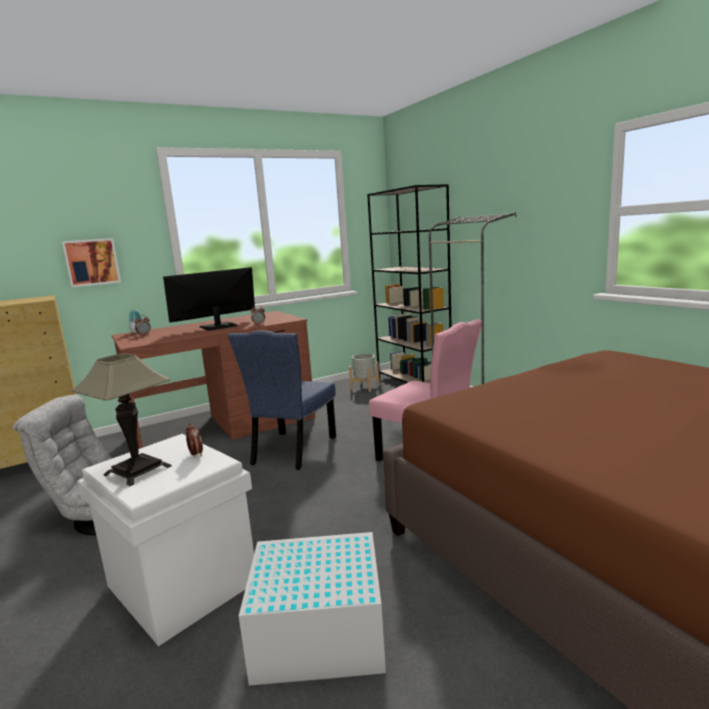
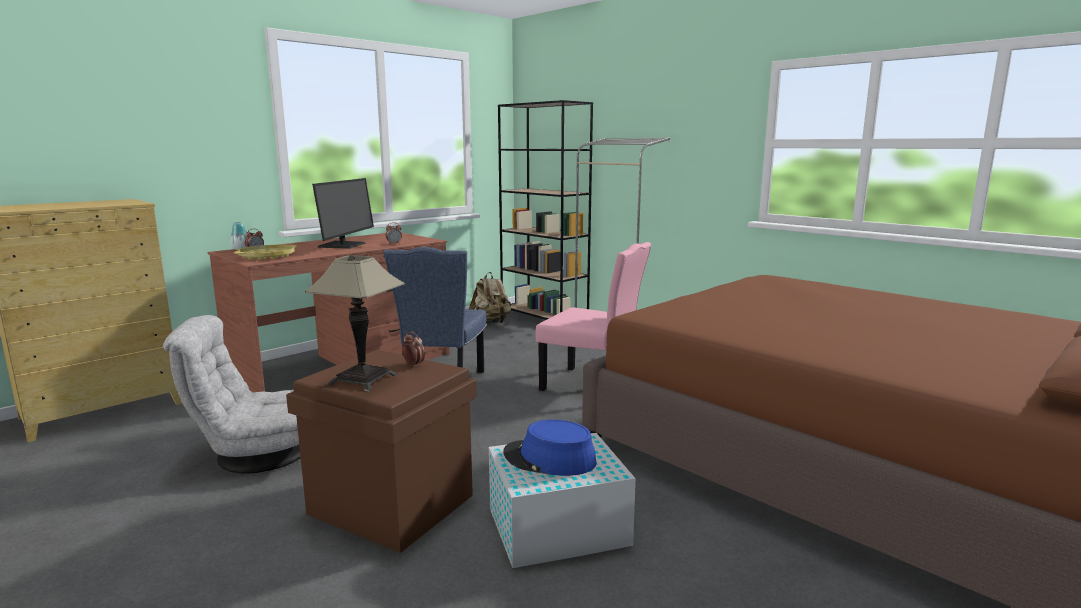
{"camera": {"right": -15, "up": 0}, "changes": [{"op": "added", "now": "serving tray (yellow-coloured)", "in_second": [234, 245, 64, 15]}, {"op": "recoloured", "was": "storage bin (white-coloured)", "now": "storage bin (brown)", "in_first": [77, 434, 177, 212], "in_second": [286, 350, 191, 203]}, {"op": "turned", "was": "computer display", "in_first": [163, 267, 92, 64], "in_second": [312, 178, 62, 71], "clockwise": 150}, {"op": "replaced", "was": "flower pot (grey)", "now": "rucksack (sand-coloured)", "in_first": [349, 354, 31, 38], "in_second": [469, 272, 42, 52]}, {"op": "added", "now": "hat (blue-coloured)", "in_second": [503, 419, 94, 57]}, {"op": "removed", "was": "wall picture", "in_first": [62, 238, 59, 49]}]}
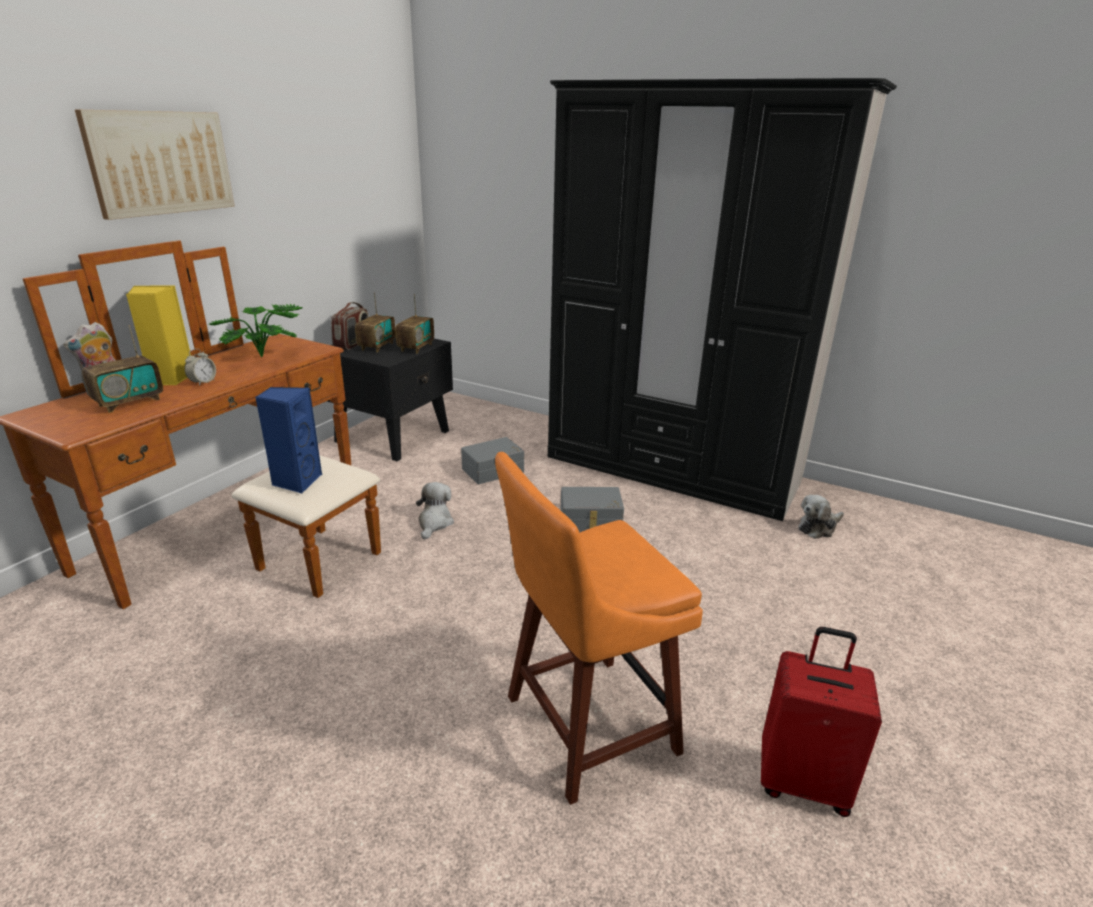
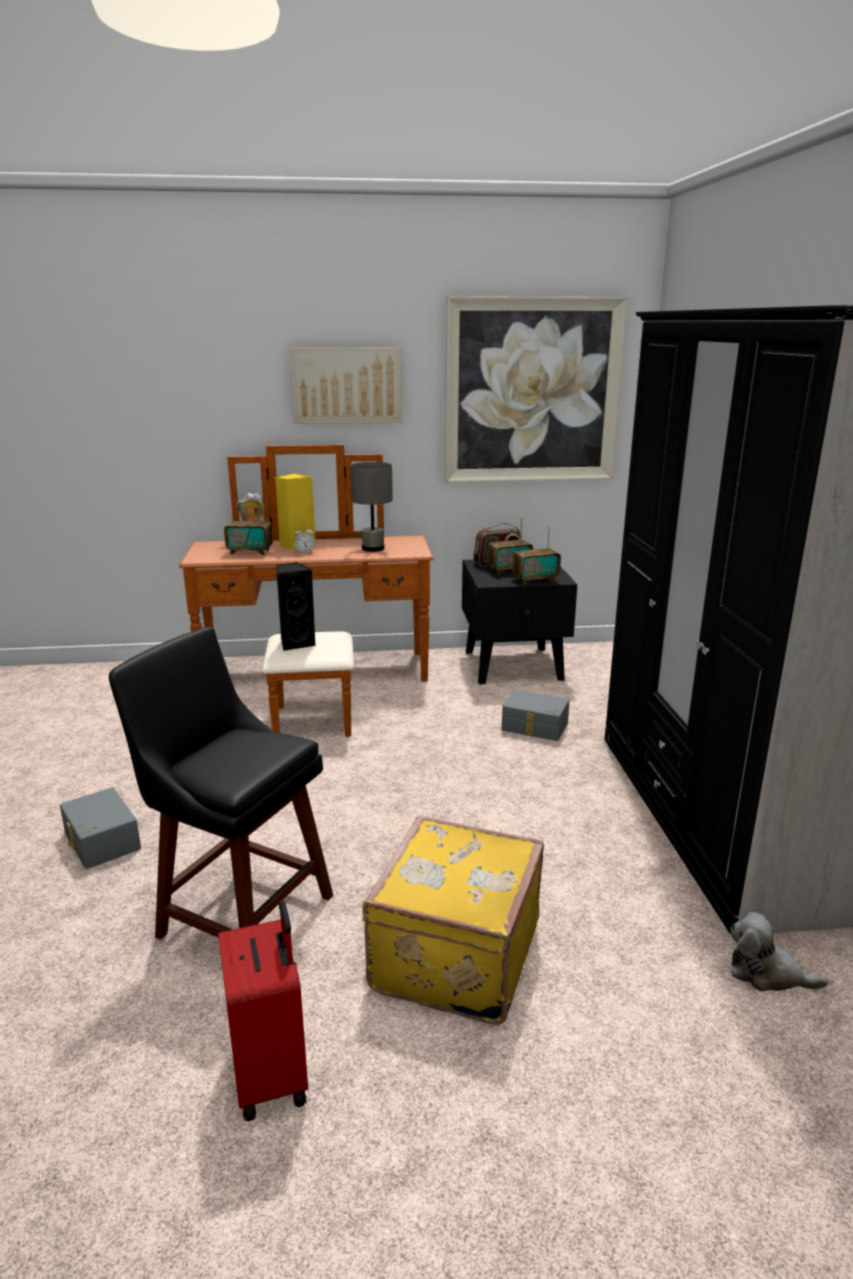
{"camera": {"right": 55, "up": -5}, "changes": [{"op": "moved", "was": "storage bin (grey)", "in_first": [560, 487, 64, 45], "in_second": [60, 787, 81, 82]}, {"op": "recoloured", "was": "plain chair (orange-coloured)", "now": "plain chair (black)", "in_first": [495, 452, 208, 353], "in_second": [109, 627, 224, 313]}, {"op": "recoloured", "was": "loudspeaker (blue-coloured)", "now": "loudspeaker (black)", "in_first": [255, 387, 67, 107], "in_second": [276, 562, 40, 89]}, {"op": "replaced", "was": "plant in a pot", "now": "tabletop lamp (grey)", "in_first": [209, 304, 94, 53], "in_second": [350, 462, 43, 90]}, {"op": "added", "now": "suitcase (yellow-coloured)", "in_second": [362, 815, 182, 210]}, {"op": "added", "now": "wall picture", "in_second": [445, 296, 183, 187]}, {"op": "removed", "was": "plush toy", "in_first": [416, 482, 38, 58]}]}
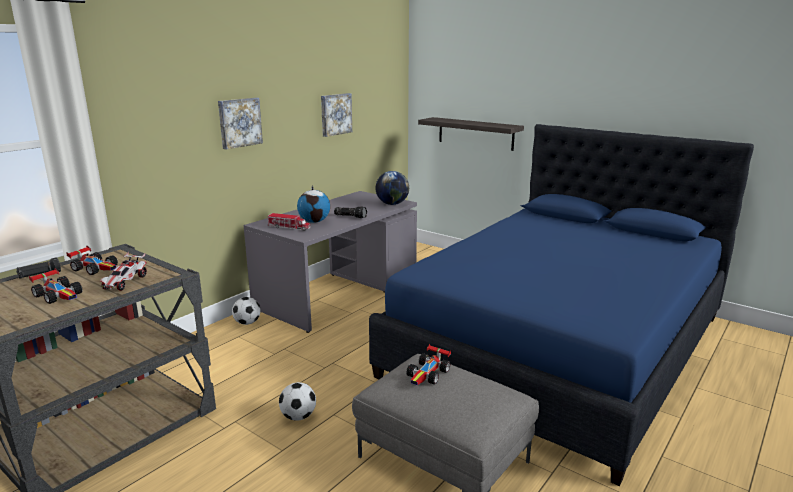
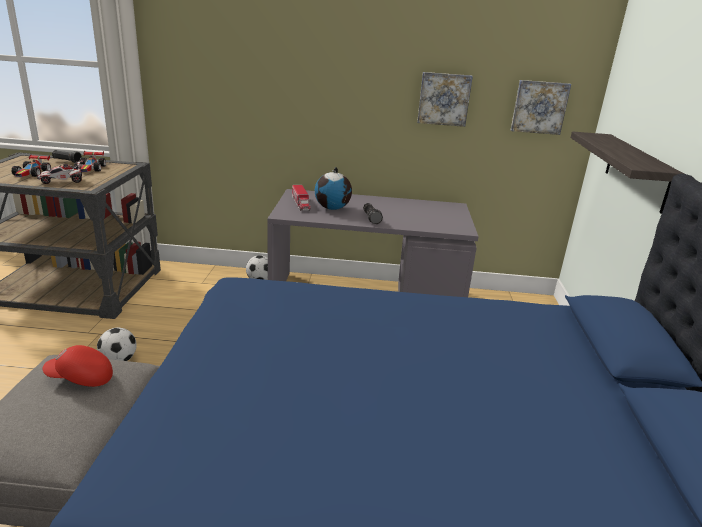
{"camera": {"right": 55, "up": 5}, "changes": [{"op": "replaced", "was": "toy car", "now": "cap (reddish)", "in_first": [406, 344, 45, 41], "in_second": [43, 345, 70, 42]}, {"op": "moved", "was": "wall picture", "in_first": [218, 98, 45, 52], "in_second": [511, 80, 60, 55]}, {"op": "removed", "was": "world globe", "in_first": [376, 171, 33, 34]}]}
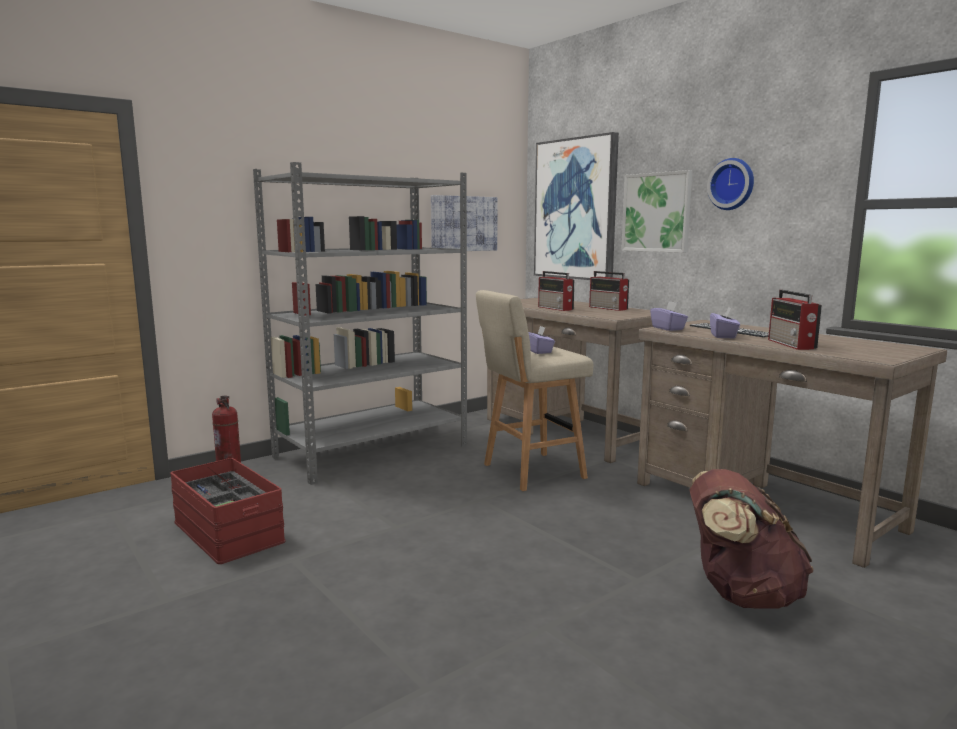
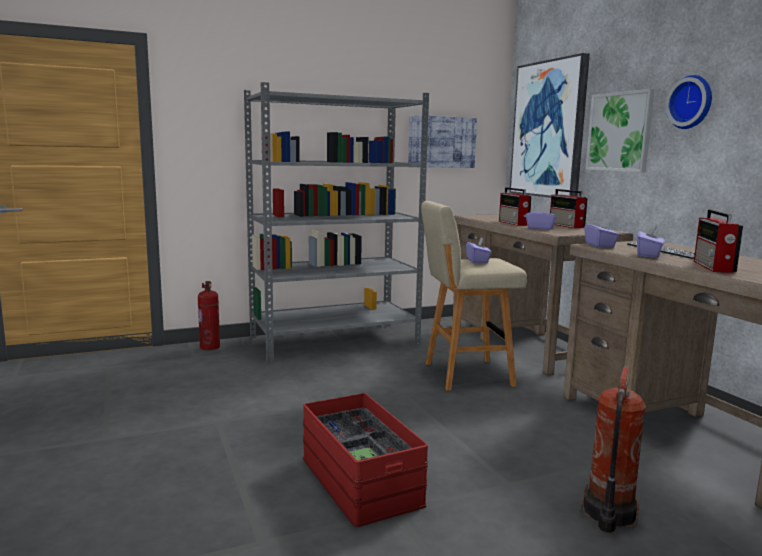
{"camera": {"right": 15, "up": 0}, "changes": [{"op": "moved", "was": "storage bin (reddish)", "in_first": [170, 458, 116, 106], "in_second": [303, 393, 125, 134]}, {"op": "added", "now": "tissue holder (purplish)", "in_second": [526, 206, 31, 24]}, {"op": "replaced", "was": "rucksack (brown)", "now": "extinguisher", "in_first": [689, 469, 125, 140], "in_second": [581, 367, 65, 166]}]}
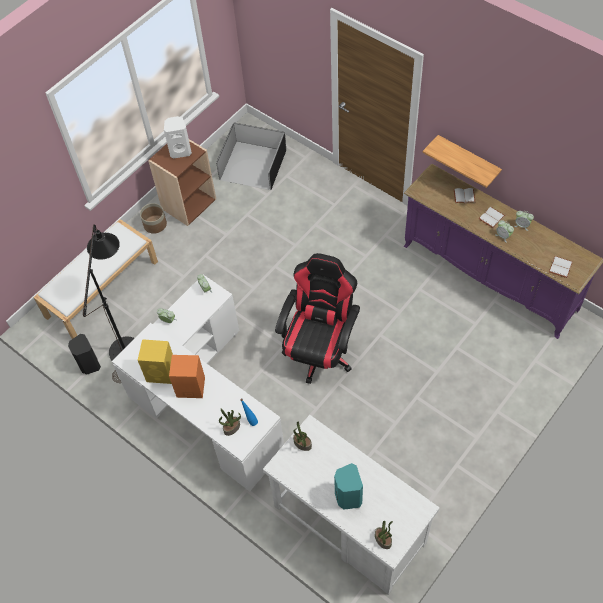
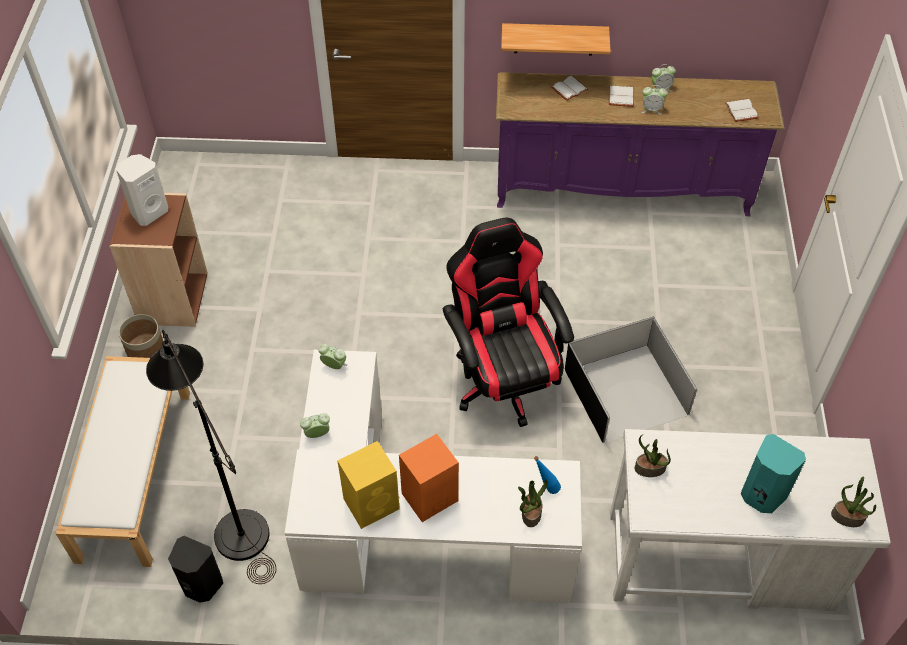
{"camera": {"right": -40, "up": -5}, "changes": [{"op": "moved", "was": "storage bin (black)", "in_first": [216, 123, 70, 67], "in_second": [565, 316, 132, 127]}]}
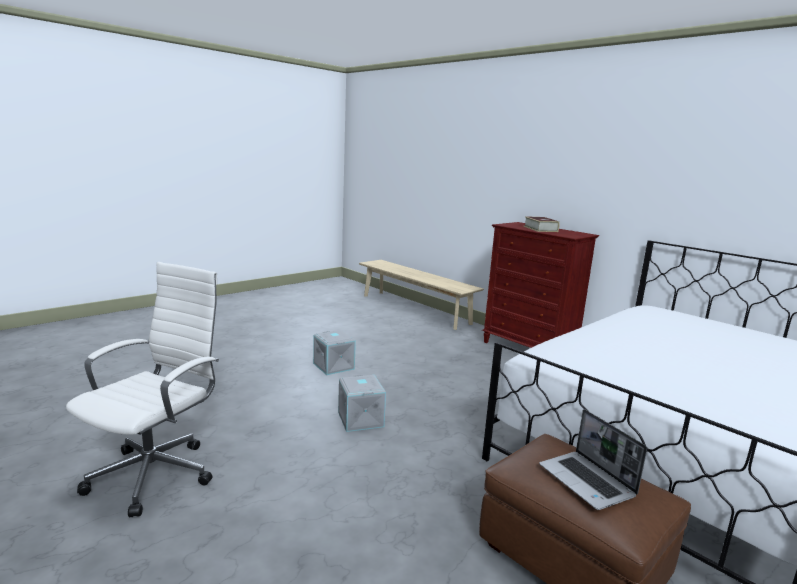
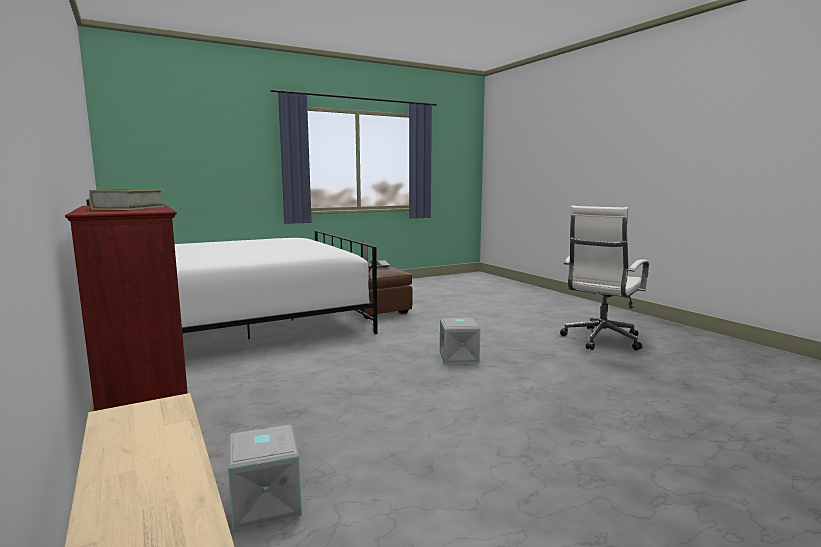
{"camera": {"right": -165, "up": -5}, "changes": [{"op": "moved", "was": "storage bin (grey)", "in_first": [313, 330, 43, 45], "in_second": [228, 425, 74, 106]}]}
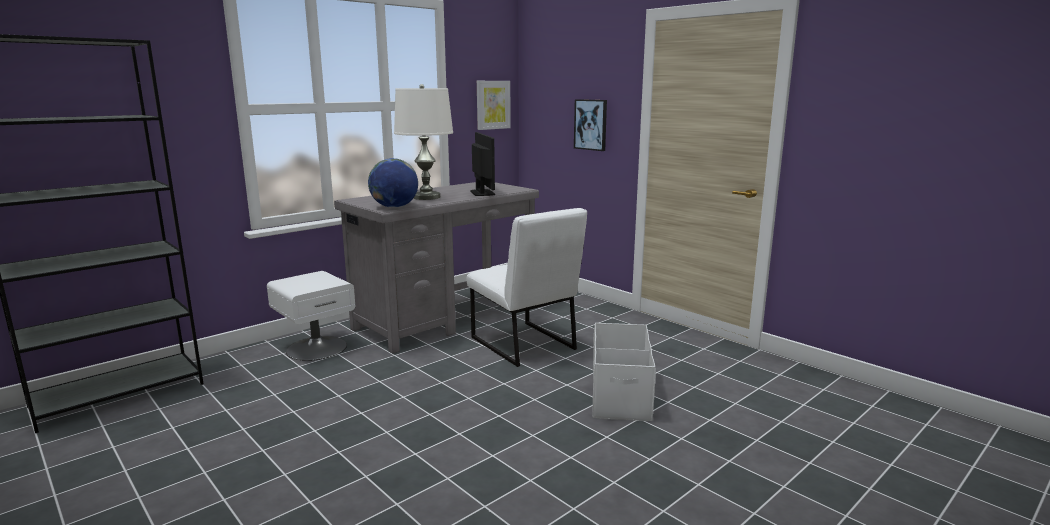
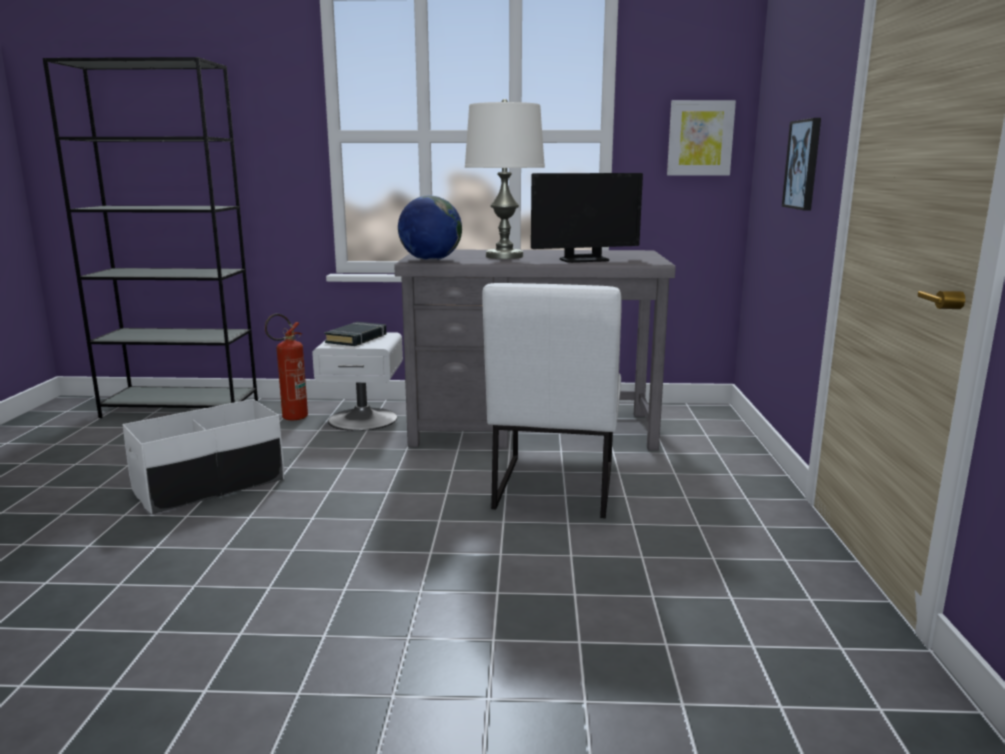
{"camera": {"right": 45, "up": 0}, "changes": [{"op": "moved", "was": "storage bin (white-coloured)", "in_first": [592, 323, 64, 98], "in_second": [122, 399, 162, 115]}, {"op": "added", "now": "extinguisher", "in_second": [265, 313, 43, 107]}, {"op": "added", "now": "volume (black)", "in_second": [324, 322, 63, 24]}, {"op": "turned", "was": "computer display", "in_first": [470, 132, 25, 64], "in_second": [531, 173, 112, 90], "clockwise": 45}]}
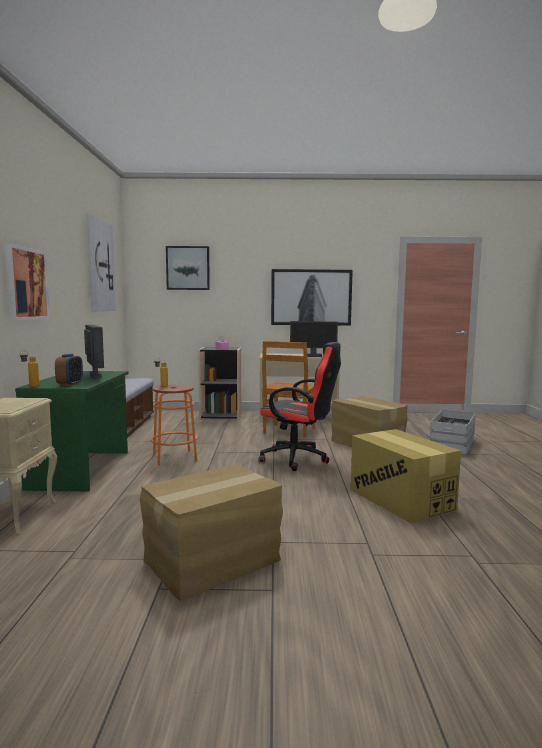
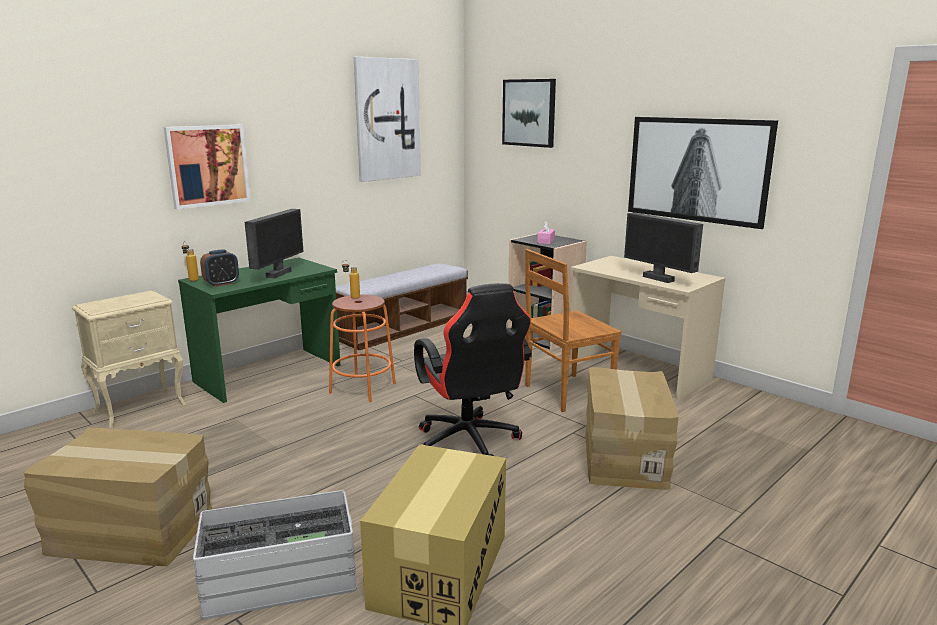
{"camera": {"right": 45, "up": 10}, "changes": [{"op": "moved", "was": "storage bin (grey)", "in_first": [430, 410, 46, 45], "in_second": [193, 490, 164, 130]}]}
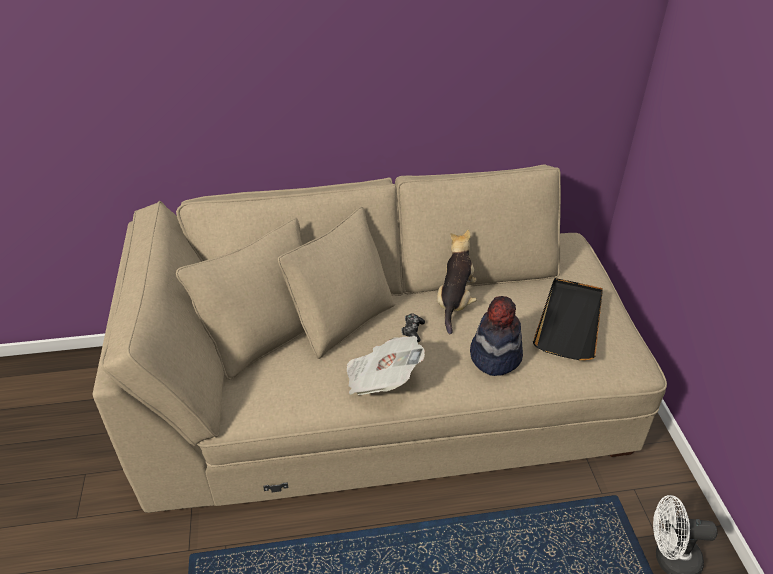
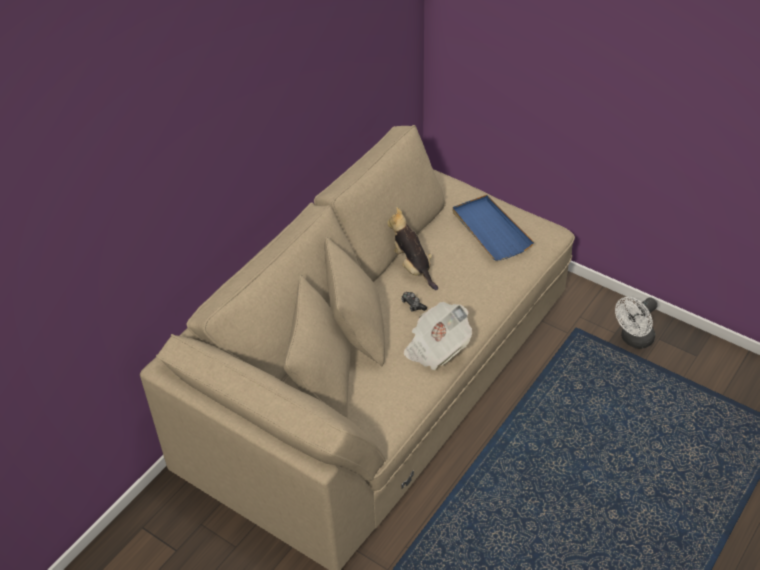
{"camera": {"right": -45, "up": 5}, "changes": [{"op": "recoloured", "was": "serving tray (black)", "now": "serving tray (blue-coloured)", "in_first": [533, 278, 70, 82], "in_second": [452, 195, 82, 65]}, {"op": "removed", "was": "hat", "in_first": [470, 296, 53, 80]}]}
